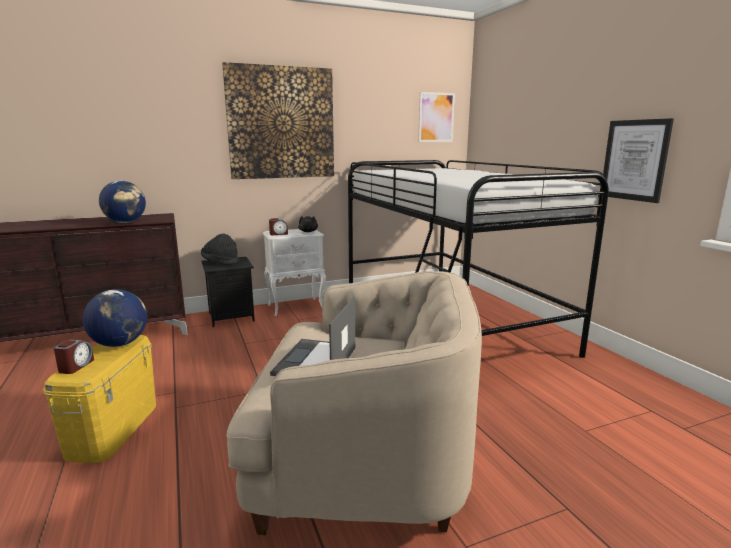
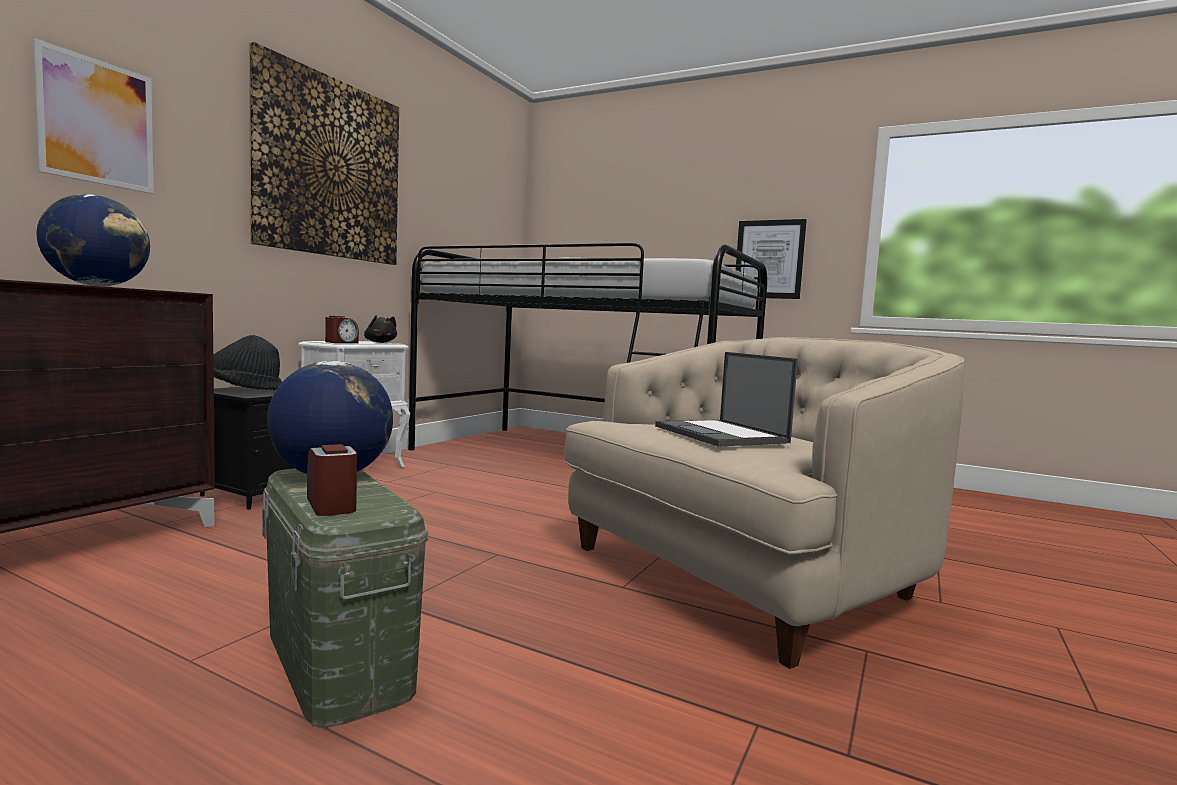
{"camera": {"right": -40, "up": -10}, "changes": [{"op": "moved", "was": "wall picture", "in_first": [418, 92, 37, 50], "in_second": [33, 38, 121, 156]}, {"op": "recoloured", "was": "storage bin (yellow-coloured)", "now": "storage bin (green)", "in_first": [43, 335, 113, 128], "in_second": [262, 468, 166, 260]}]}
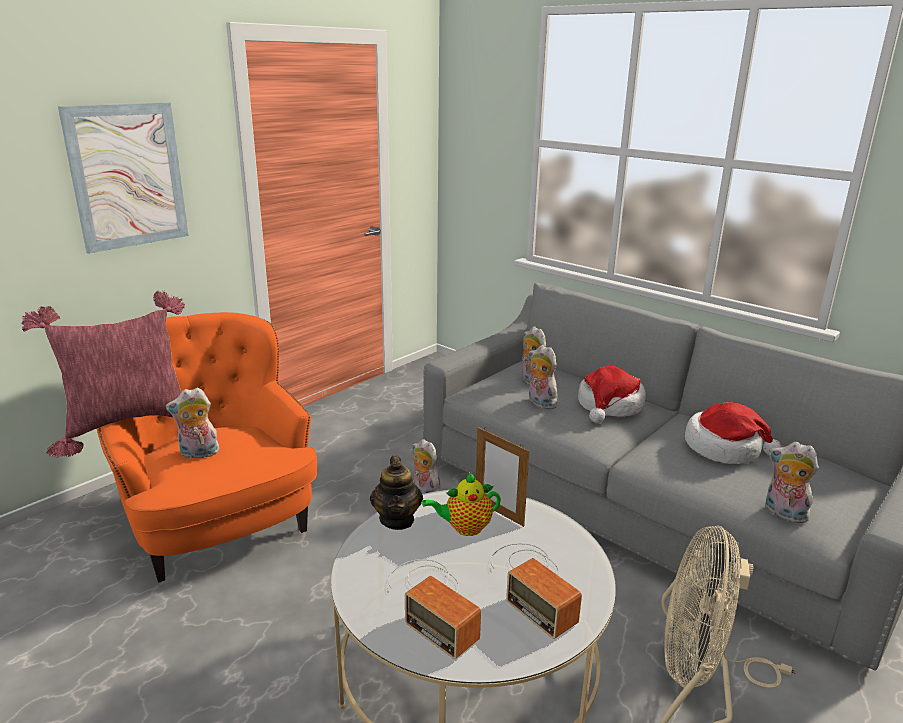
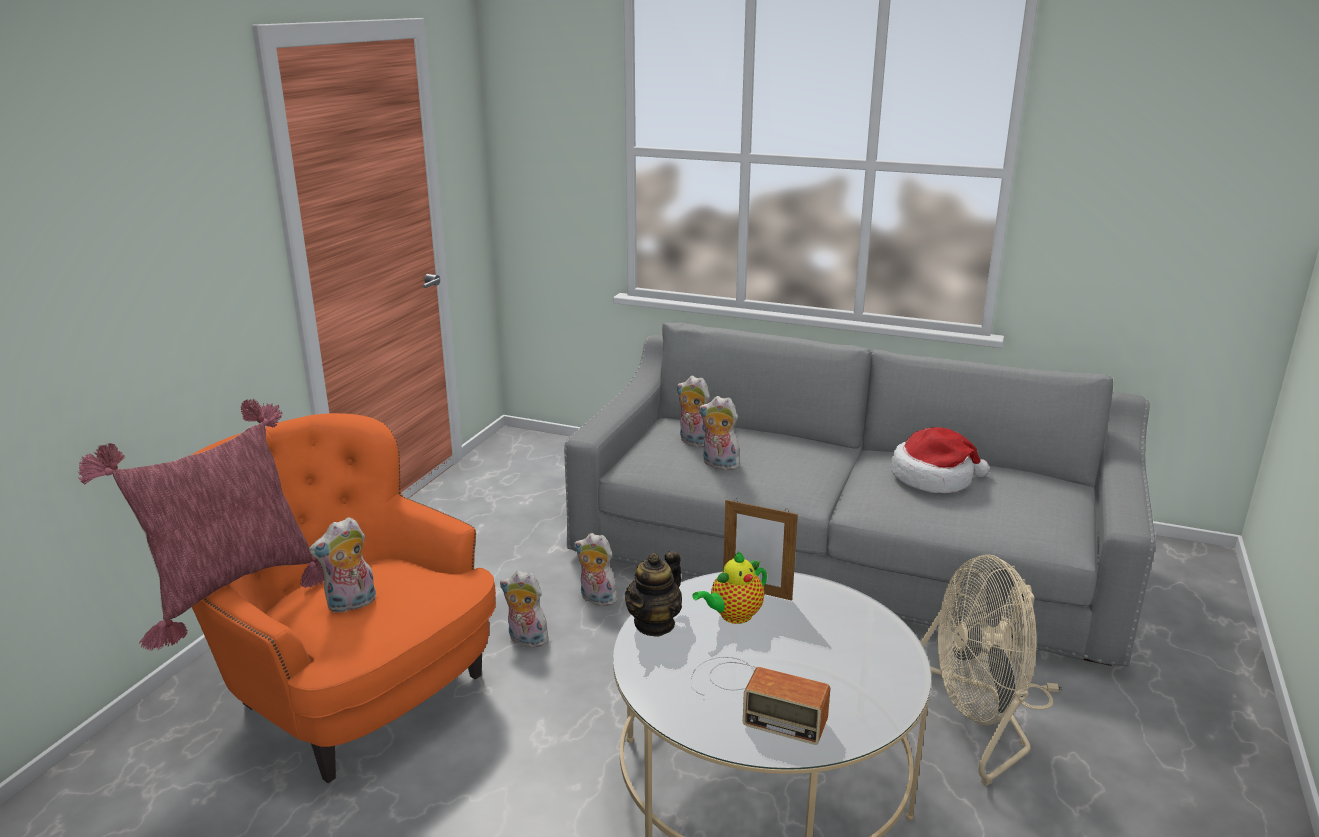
{"camera": {"right": -20, "up": 0}, "changes": [{"op": "moved", "was": "plush toy", "in_first": [766, 442, 53, 82], "in_second": [500, 571, 49, 76]}, {"op": "turned", "was": "teapot", "in_first": [370, 456, 53, 74], "in_second": [625, 551, 57, 86], "clockwise": 60}, {"op": "removed", "was": "wall picture", "in_first": [58, 102, 131, 152]}, {"op": "removed", "was": "radio receiver", "in_first": [490, 543, 92, 96]}, {"op": "removed", "was": "hat", "in_first": [578, 366, 68, 57]}]}
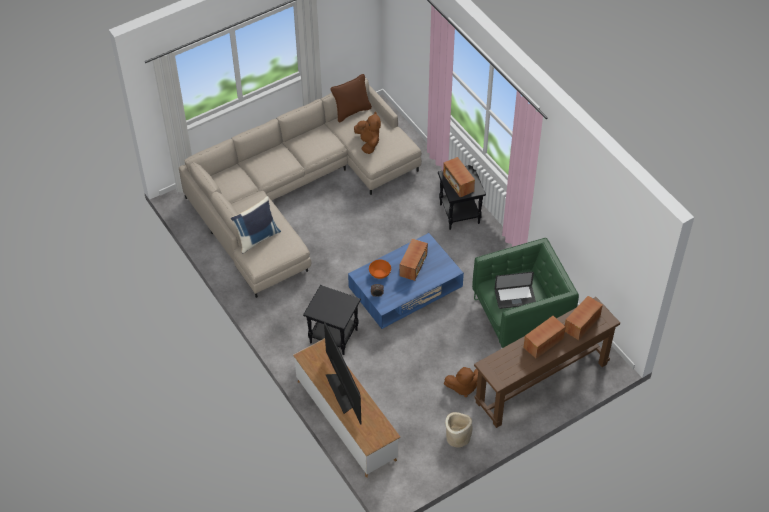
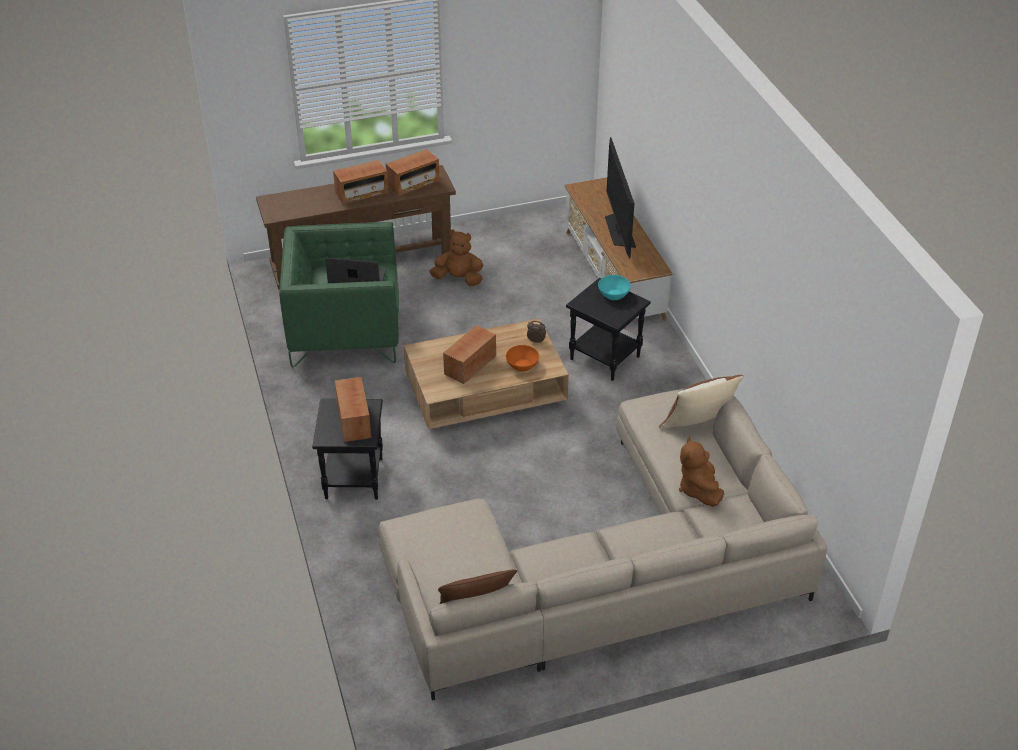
{"camera": {"right": -165, "up": -10}, "changes": [{"op": "moved", "was": "radio receiver", "in_first": [565, 296, 38, 44], "in_second": [386, 149, 54, 47]}, {"op": "recoloured", "was": "coffee table (blue-coloured)", "now": "coffee table (brown)", "in_first": [348, 233, 116, 96], "in_second": [404, 319, 165, 110]}, {"op": "added", "now": "deep dish (blue-green)", "in_second": [598, 275, 33, 25]}, {"op": "recoloured", "was": "pillow (blue-coloured)", "now": "pillow (brown)", "in_first": [231, 196, 50, 58], "in_second": [659, 375, 85, 54]}, {"op": "moved", "was": "plush toy (brown)", "in_first": [354, 112, 27, 42], "in_second": [679, 437, 45, 70]}, {"op": "removed", "was": "flower pot (sand-coloured)", "in_first": [445, 412, 28, 36]}]}
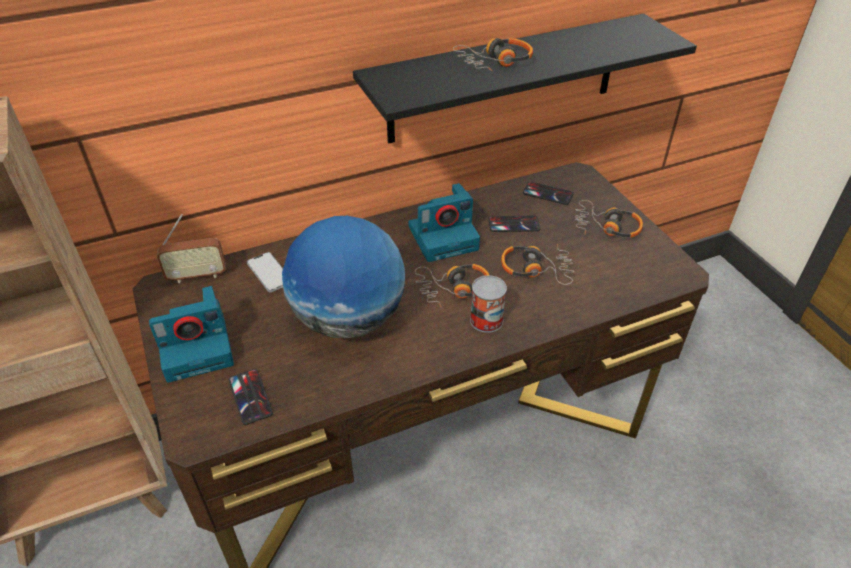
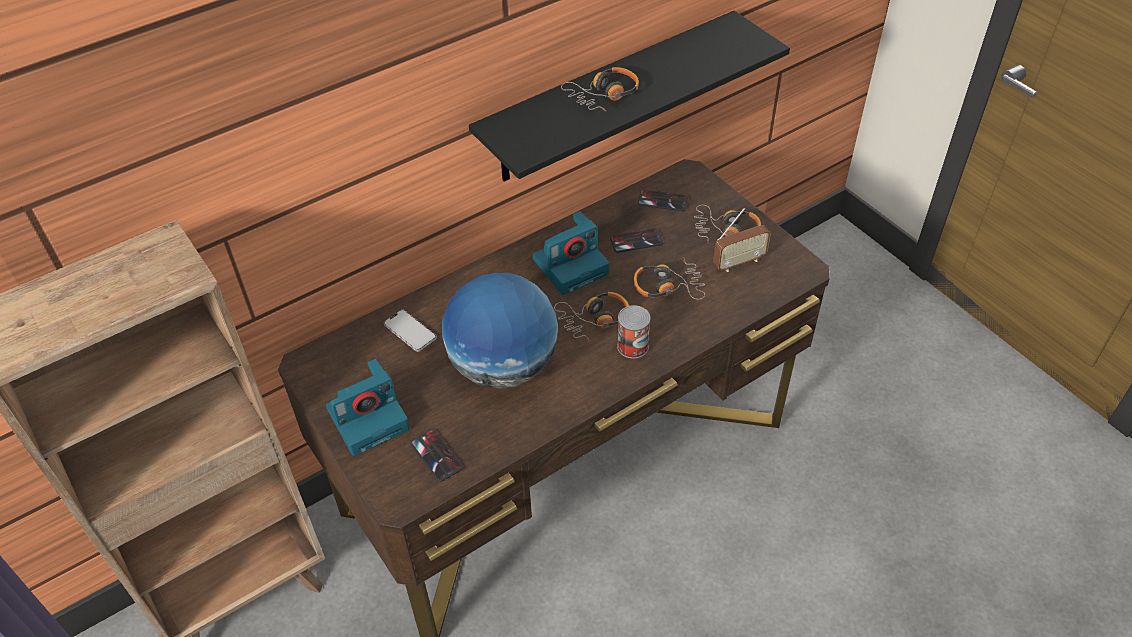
{"camera": {"right": -10, "up": 5}, "changes": [{"op": "moved", "was": "radio receiver", "in_first": [157, 214, 69, 69], "in_second": [713, 208, 58, 64]}]}
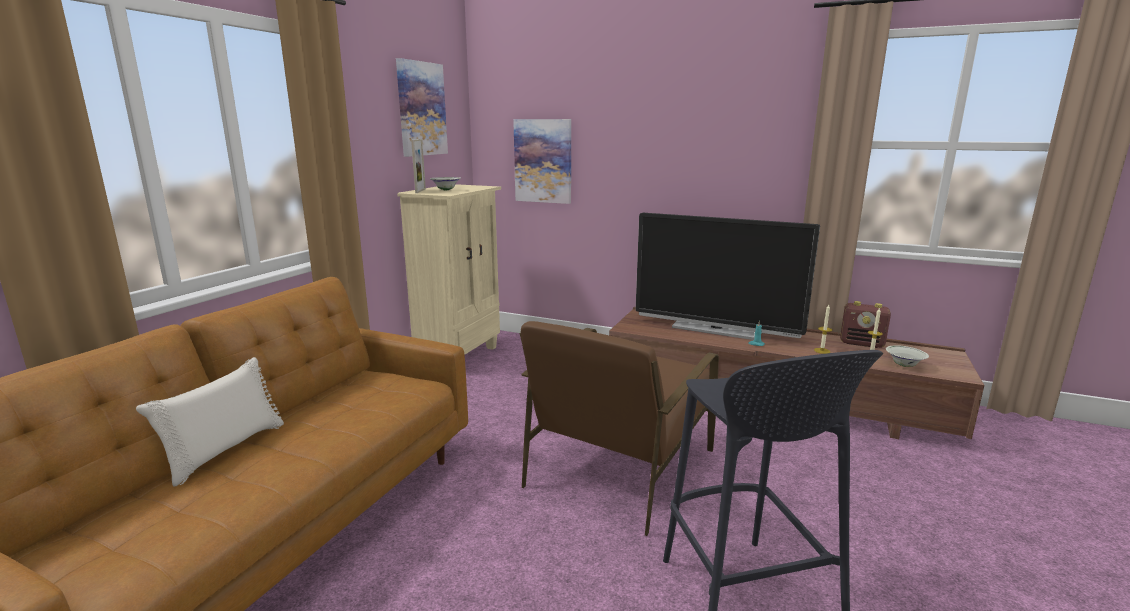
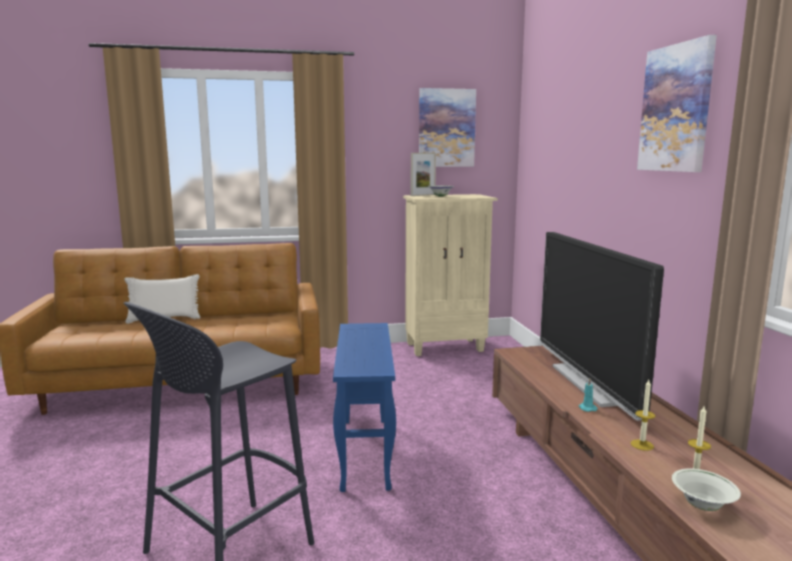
{"camera": {"right": 55, "up": -5}, "changes": [{"op": "replaced", "was": "armchair (brown)", "now": "side table (blue-coloured)", "in_first": [519, 321, 200, 215], "in_second": [333, 323, 63, 169]}, {"op": "moved", "was": "wall picture", "in_first": [513, 119, 58, 85], "in_second": [637, 35, 80, 137]}, {"op": "removed", "was": "radio receiver", "in_first": [840, 301, 51, 47]}]}
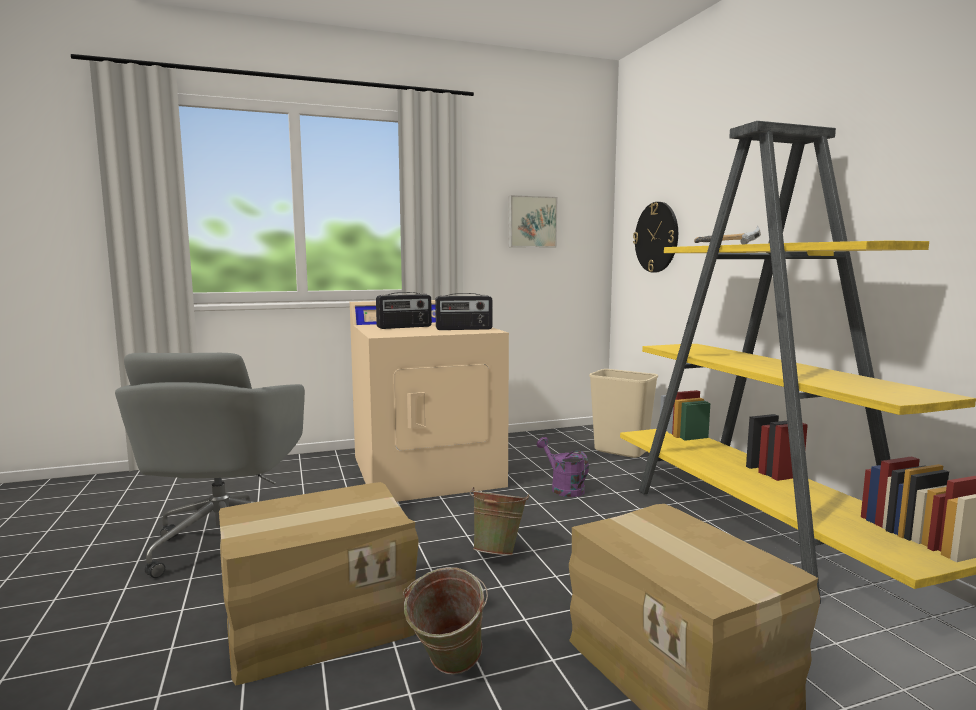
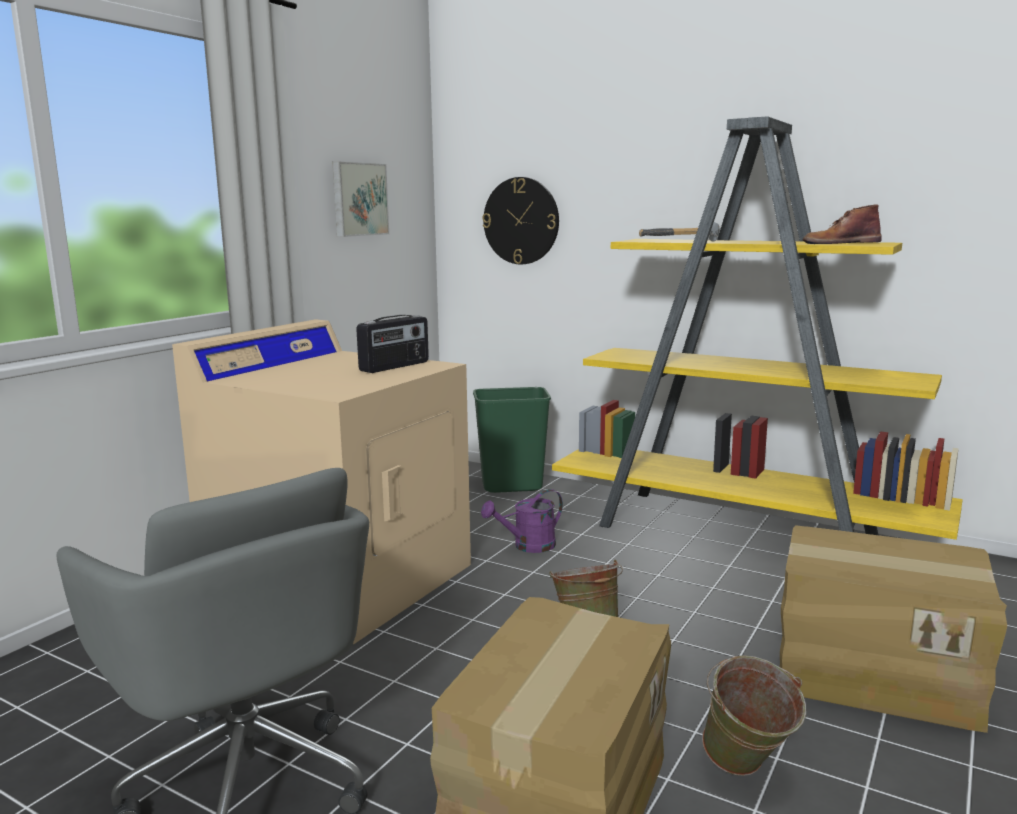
{"camera": {"right": -40, "up": 5}, "changes": [{"op": "recoloured", "was": "waste bin (sand-coloured)", "now": "waste bin (green)", "in_first": [589, 369, 69, 89], "in_second": [473, 387, 78, 106]}, {"op": "turned", "was": "watering can (purplish)", "in_first": [537, 437, 52, 60], "in_second": [481, 489, 82, 64], "clockwise": -45}, {"op": "added", "now": "tall boot (brown)", "in_second": [803, 204, 79, 40]}, {"op": "removed", "was": "radio receiver", "in_first": [376, 292, 56, 37]}]}
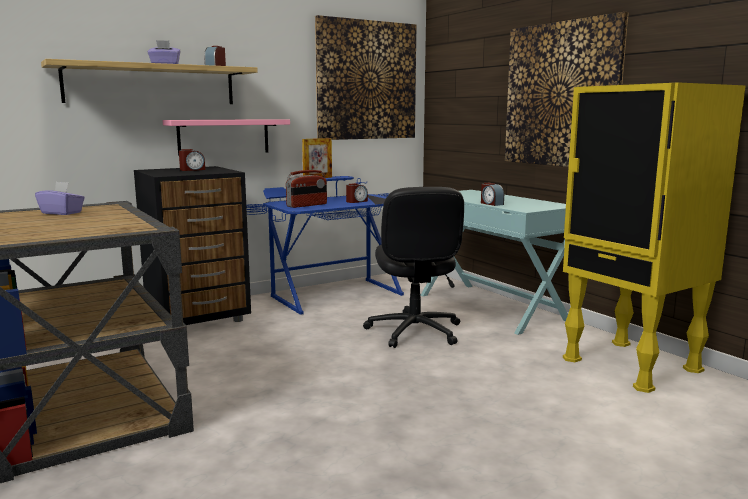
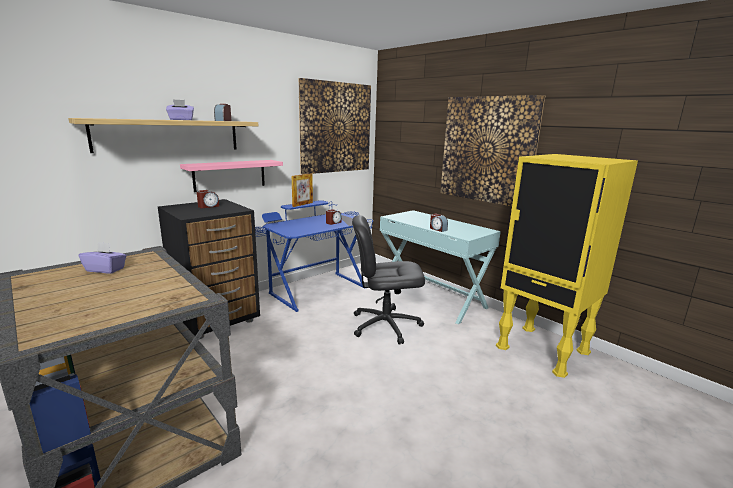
{"camera": {"right": -10, "up": 5}, "changes": [{"op": "turned", "was": "office chair (black)", "in_first": [363, 187, 101, 161], "in_second": [352, 215, 73, 129], "clockwise": 105}, {"op": "removed", "was": "radio receiver", "in_first": [286, 170, 41, 38]}]}
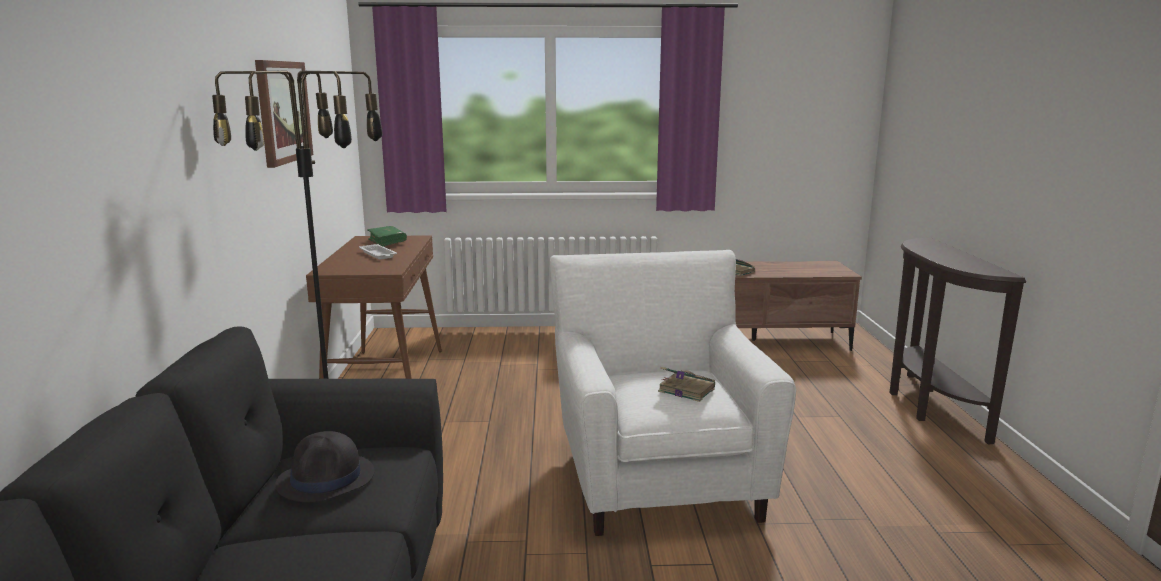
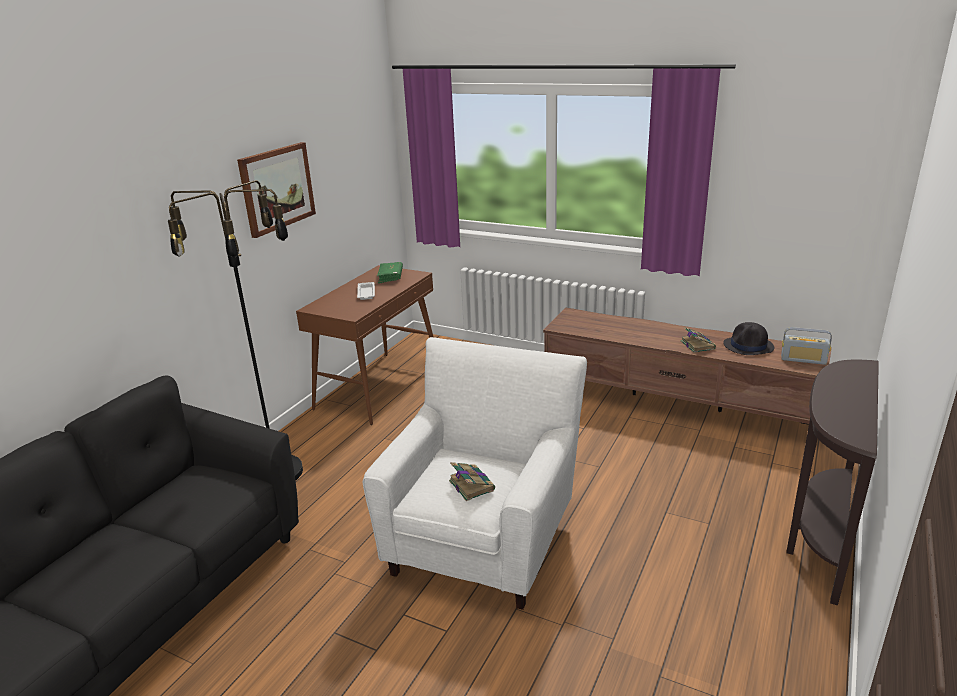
{"camera": {"right": 30, "up": 10}, "changes": [{"op": "moved", "was": "hat (black)", "in_first": [275, 431, 99, 71], "in_second": [723, 322, 51, 33]}, {"op": "added", "now": "radio receiver", "in_second": [781, 327, 51, 38]}]}
